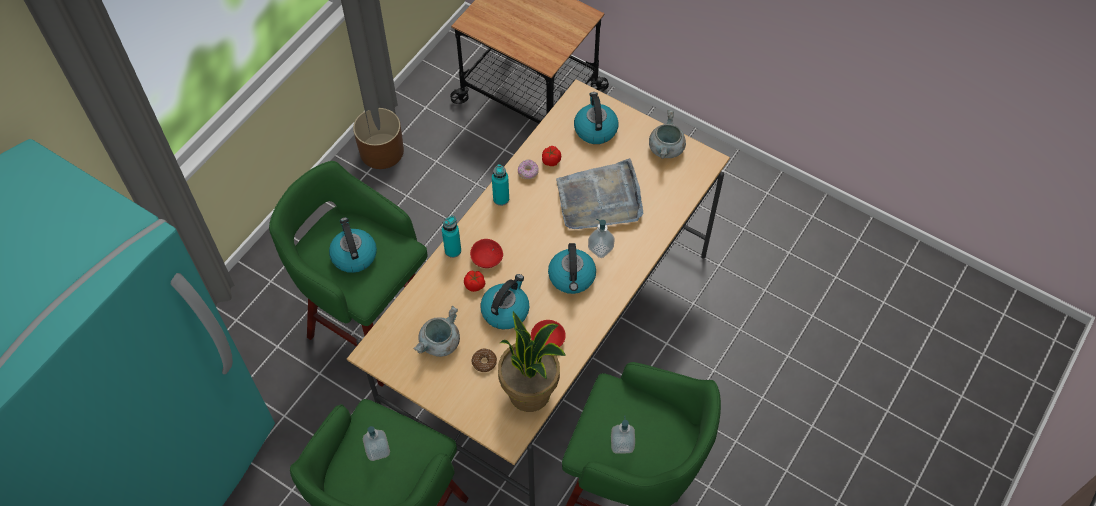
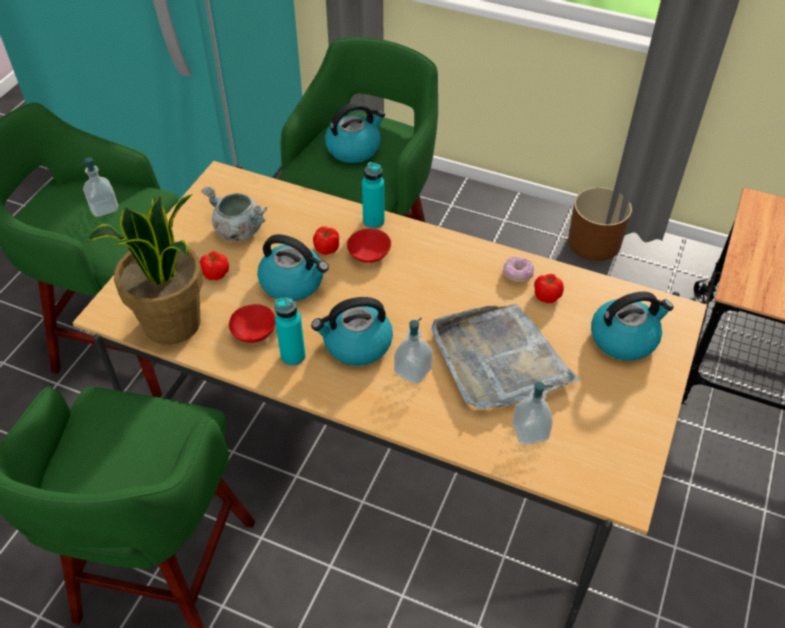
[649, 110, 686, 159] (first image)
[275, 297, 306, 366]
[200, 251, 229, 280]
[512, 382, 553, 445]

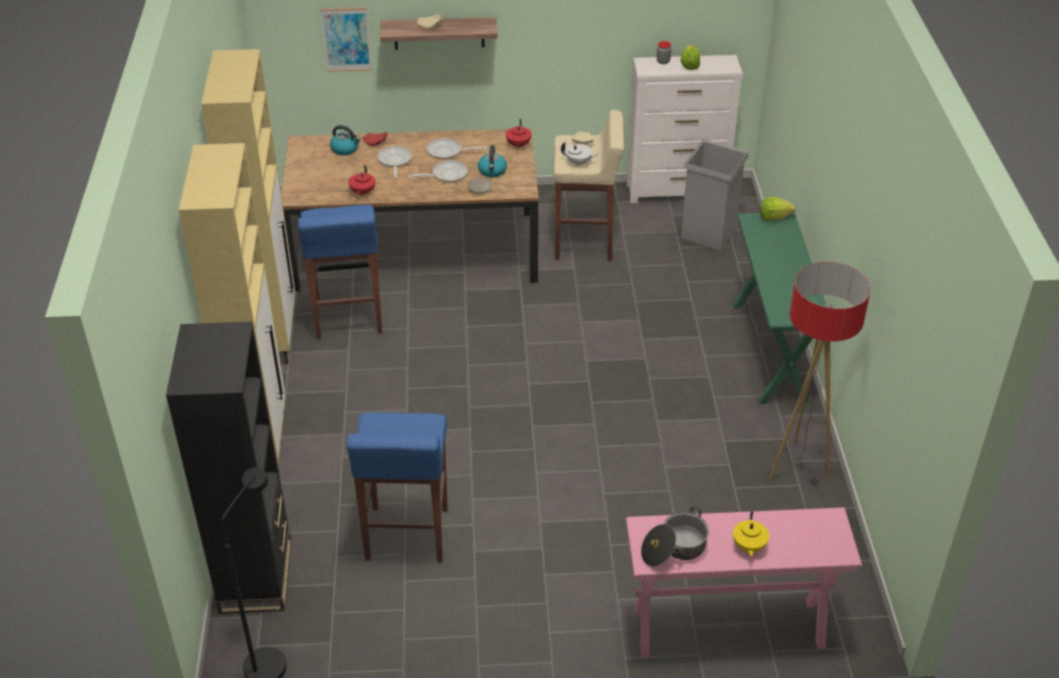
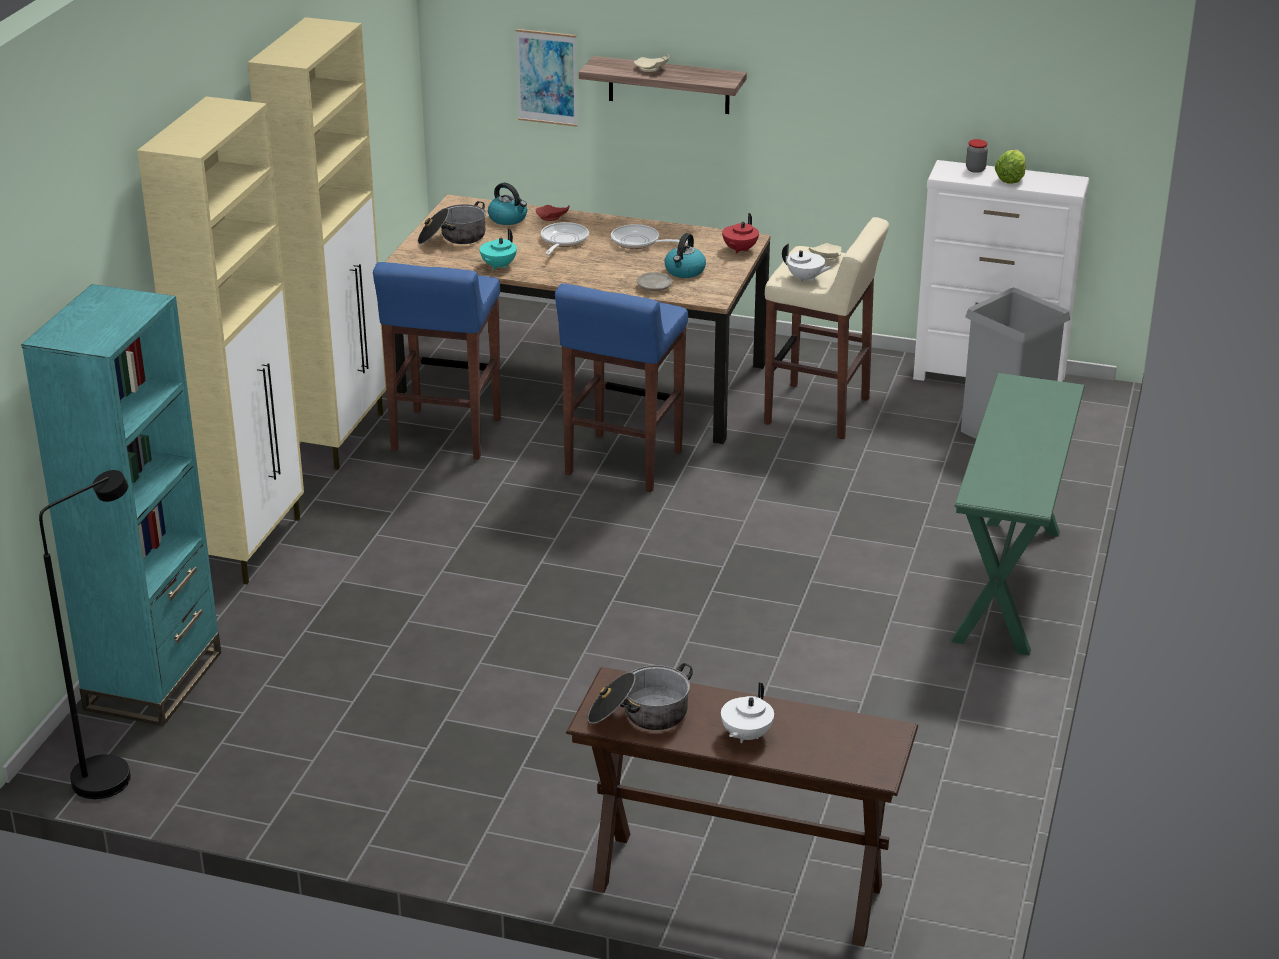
[408, 160, 468, 182] (first image)
[480, 229, 517, 270]
[760, 197, 796, 221] (first image)
[770, 262, 871, 485] (first image)
[21, 284, 221, 726]
[555, 284, 688, 492]
[566, 667, 918, 947]
[721, 682, 774, 743]
[418, 201, 486, 244]

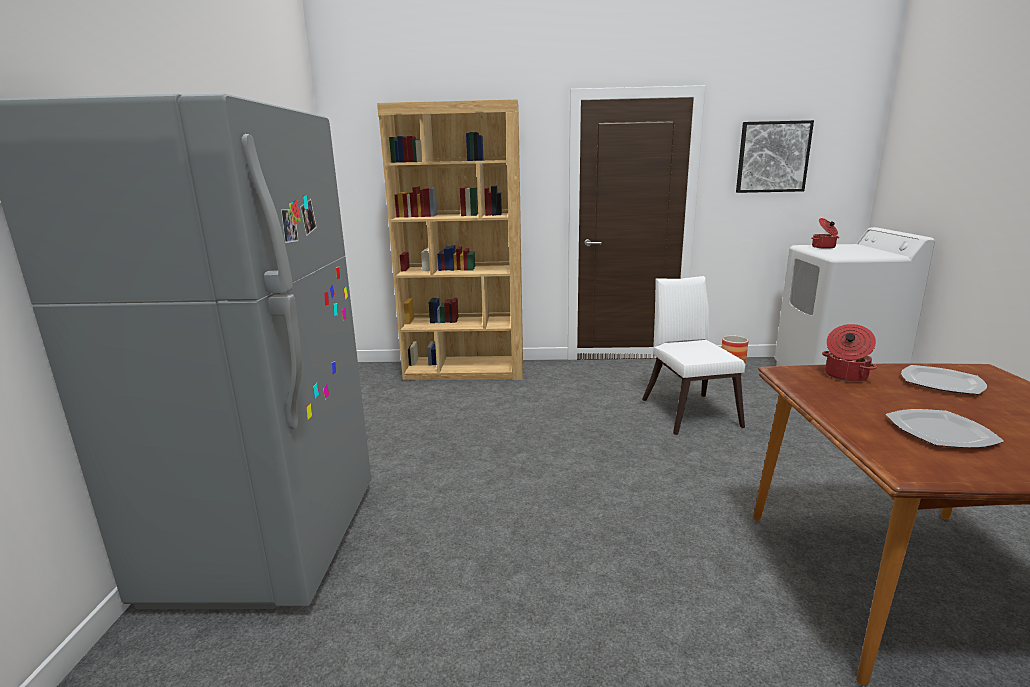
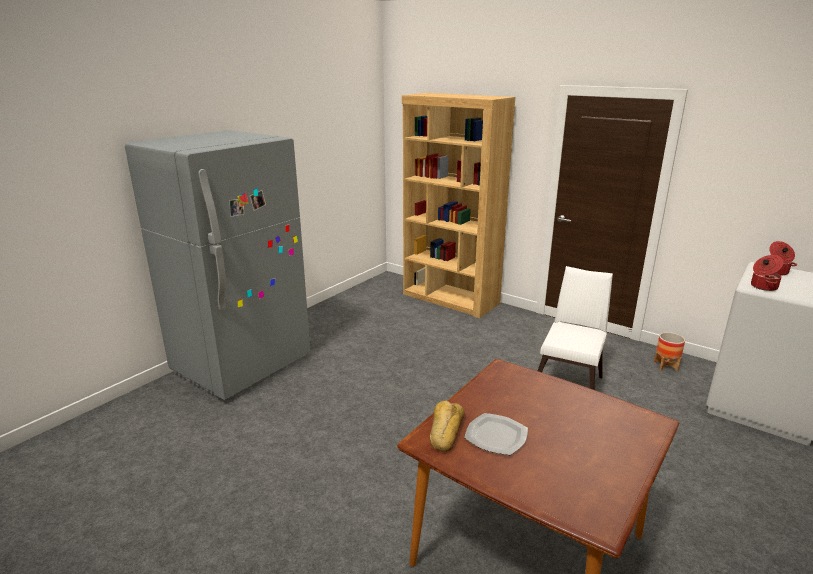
[736, 120, 814, 193] (first image)
[751, 255, 783, 291]
[901, 365, 987, 394] (first image)
[430, 400, 465, 452]

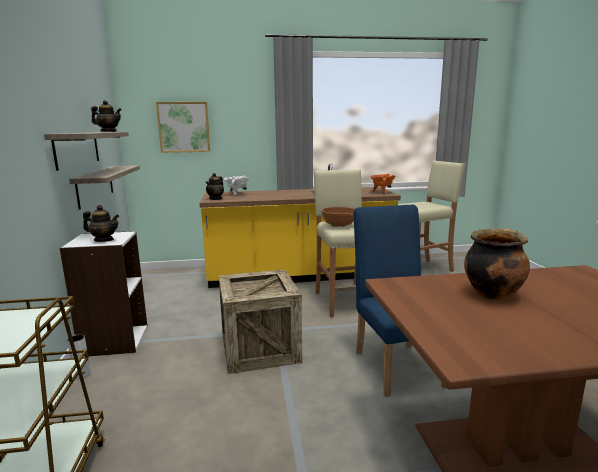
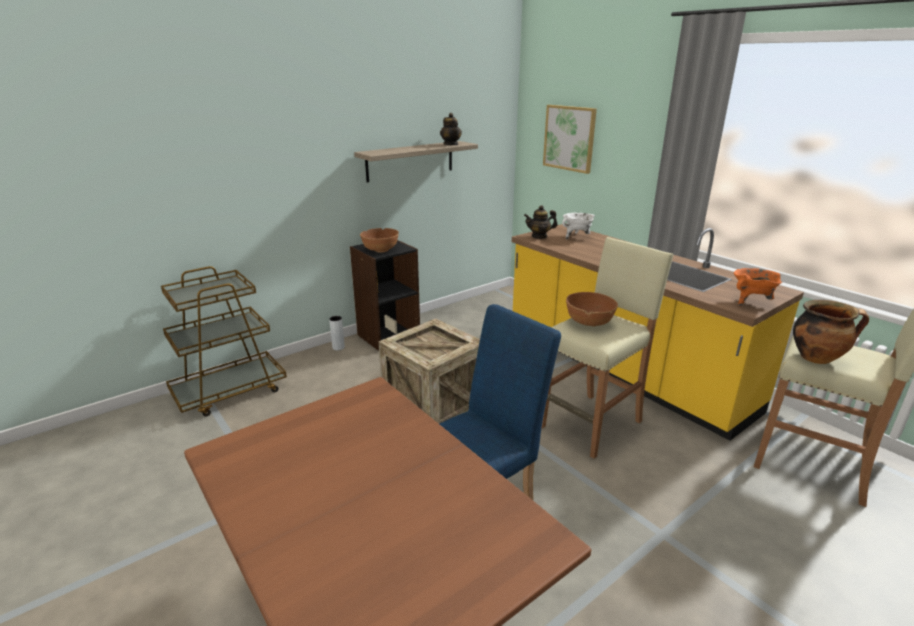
[69, 165, 140, 209] (first image)
[360, 228, 399, 253]
[793, 300, 869, 364]
[350, 240, 420, 351]

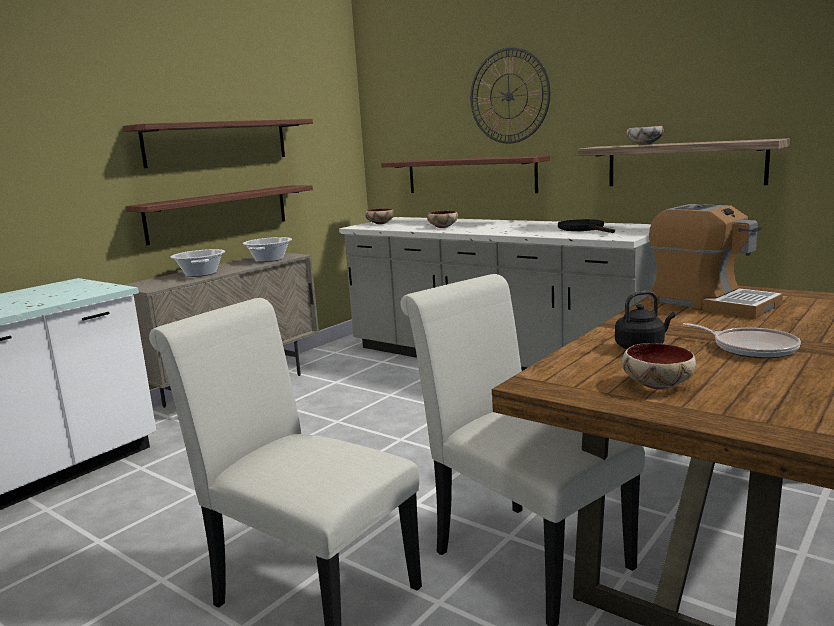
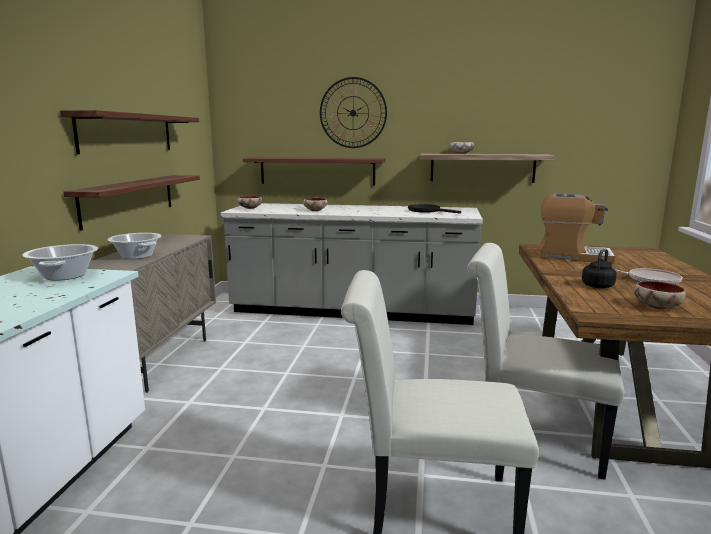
[23, 244, 98, 281]

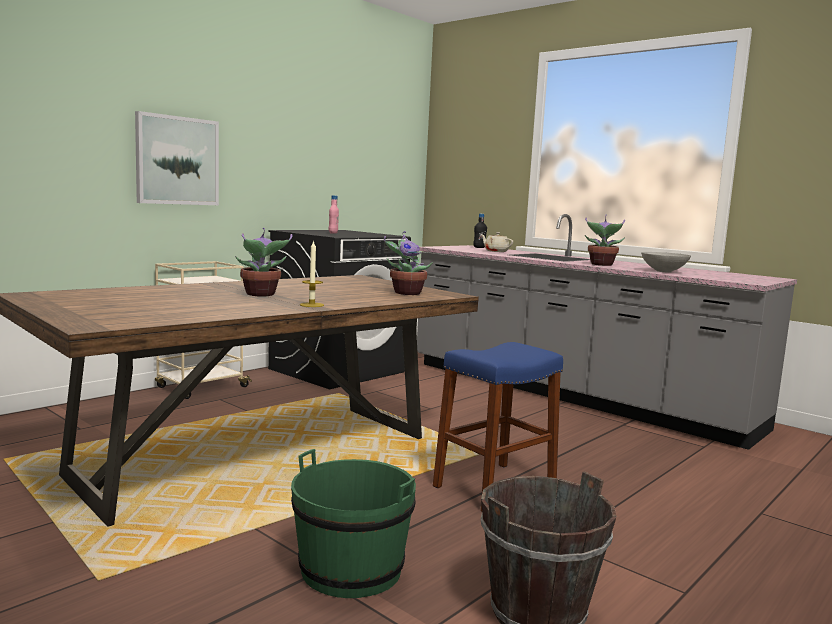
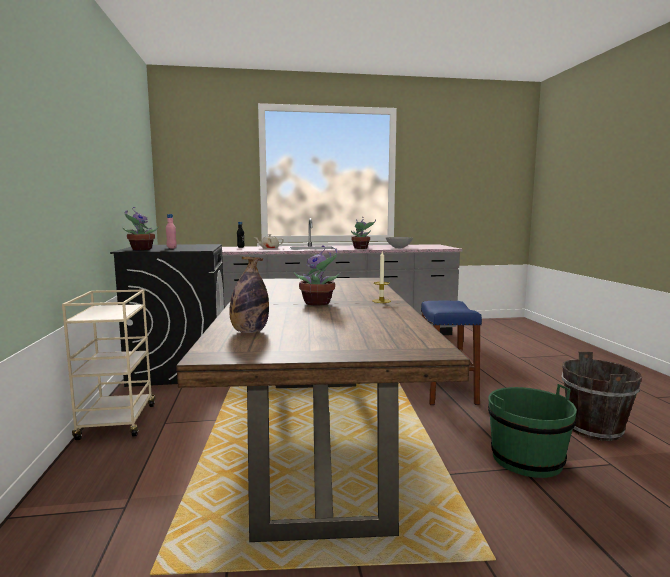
[135, 111, 219, 205] (first image)
[122, 207, 159, 250]
[229, 257, 269, 333]

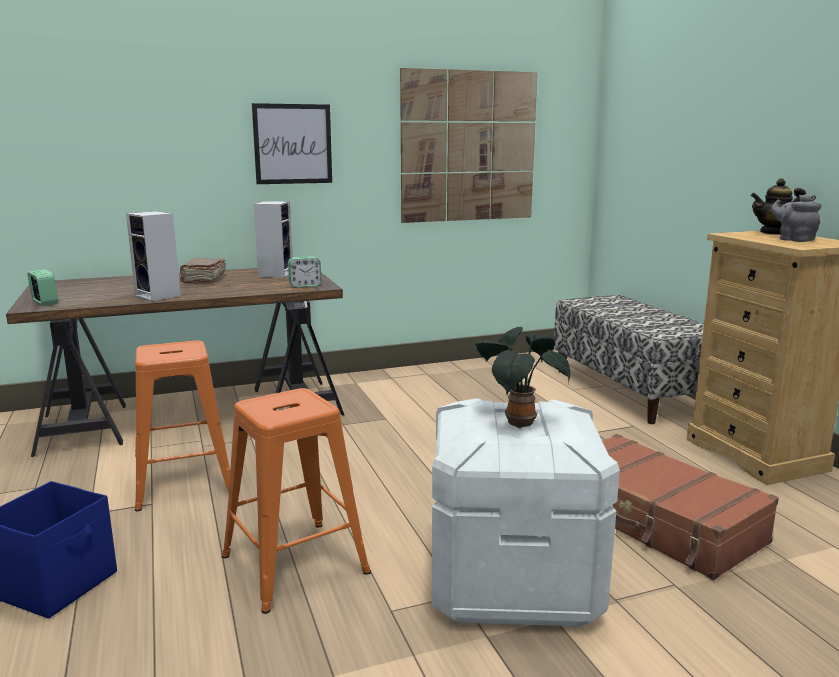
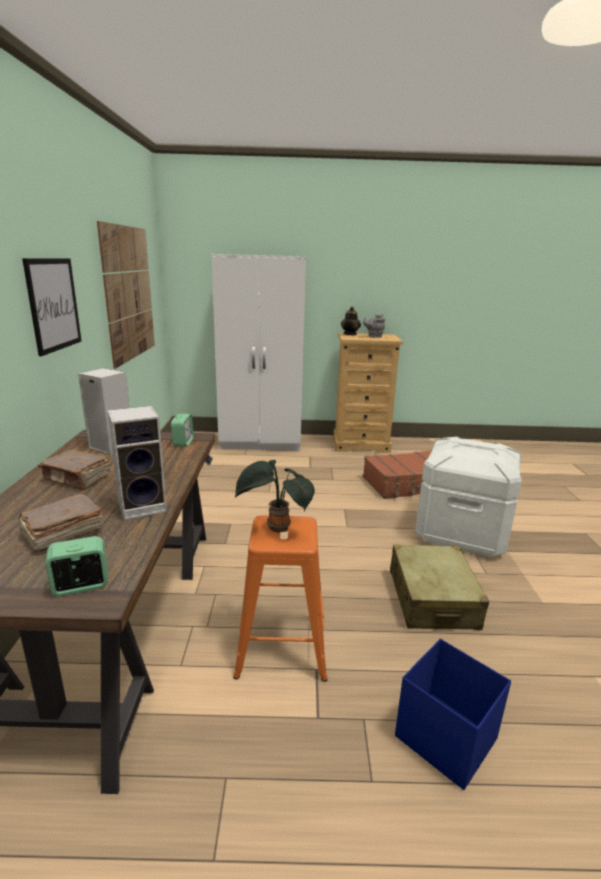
[211, 254, 306, 451]
[234, 460, 315, 532]
[390, 545, 489, 630]
[18, 494, 104, 554]

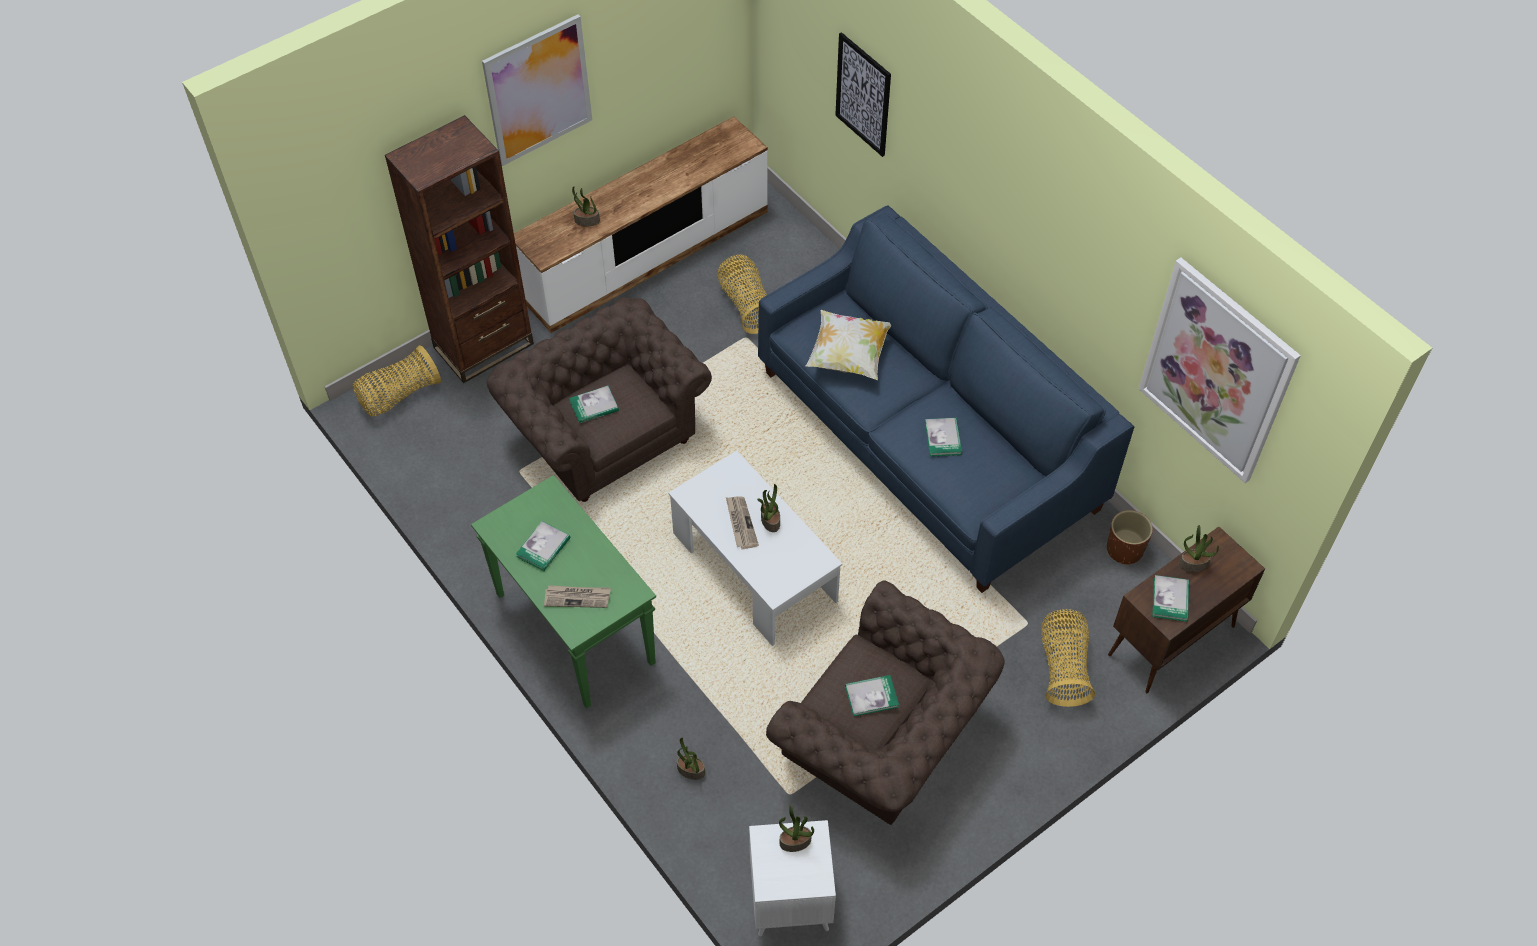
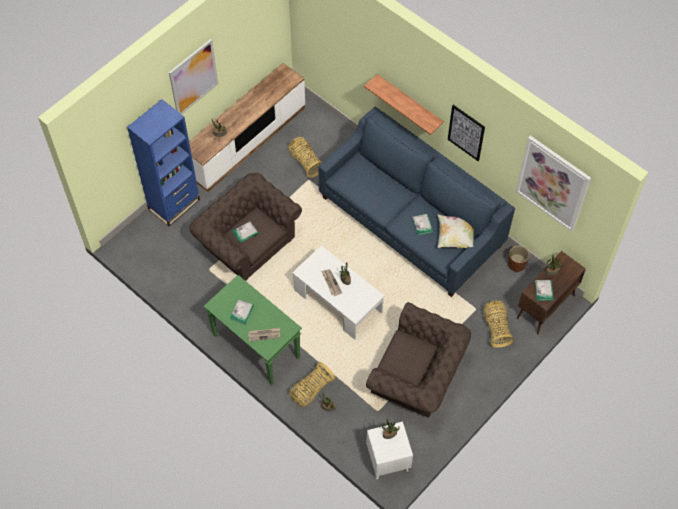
[448, 105, 485, 161]
[127, 99, 200, 226]
[437, 215, 474, 248]
[289, 362, 335, 407]
[845, 675, 899, 717] (first image)
[364, 74, 444, 135]

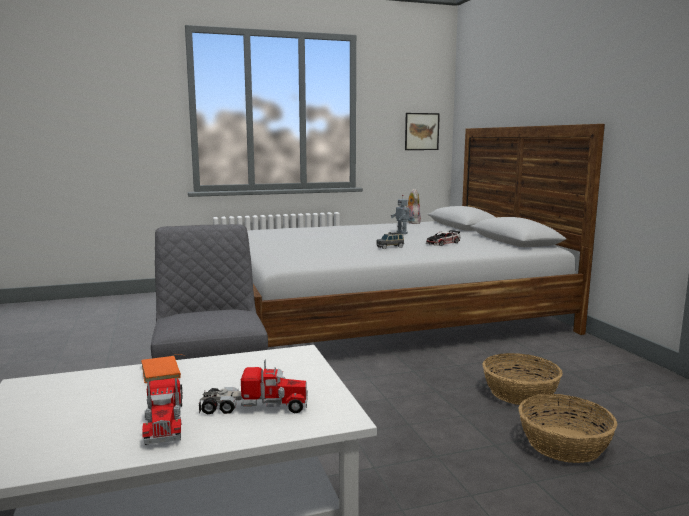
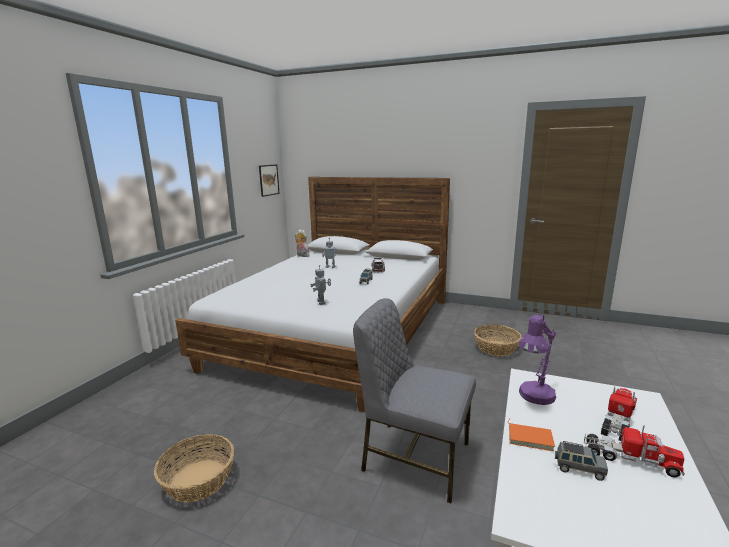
[154, 434, 234, 503]
[310, 265, 331, 305]
[518, 315, 556, 405]
[555, 441, 608, 481]

